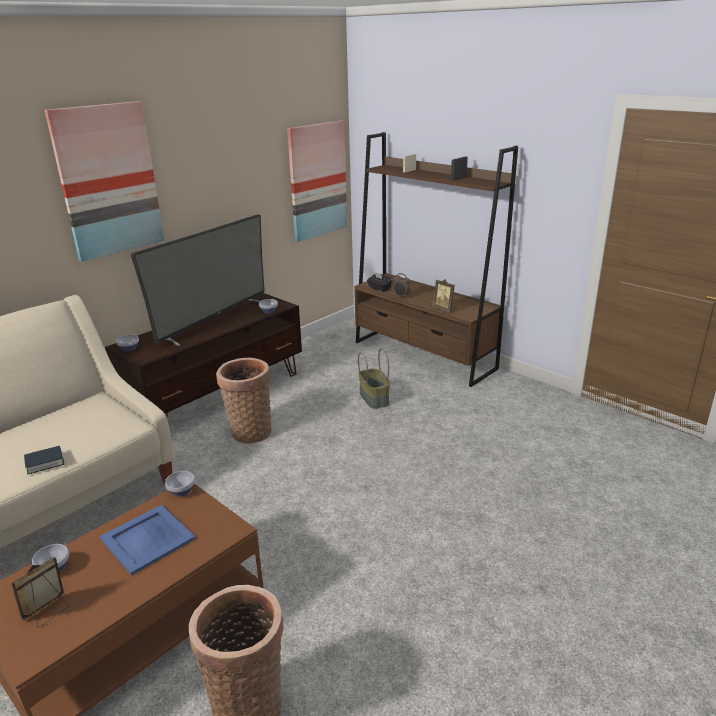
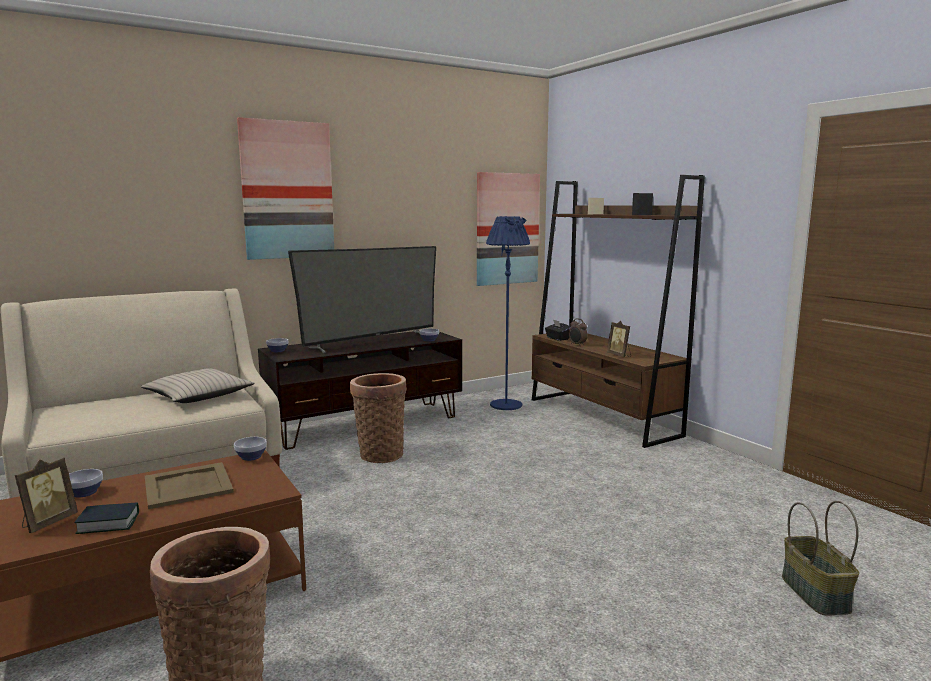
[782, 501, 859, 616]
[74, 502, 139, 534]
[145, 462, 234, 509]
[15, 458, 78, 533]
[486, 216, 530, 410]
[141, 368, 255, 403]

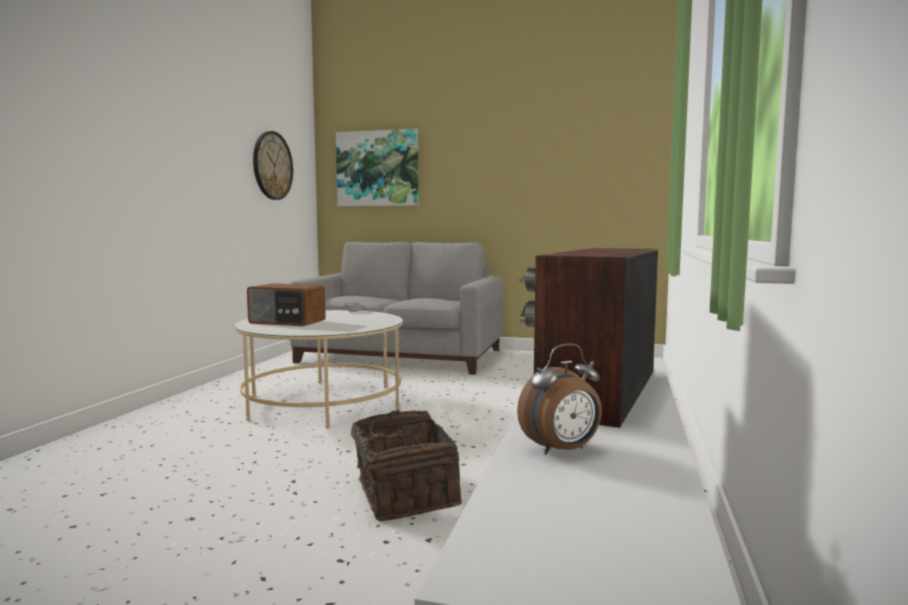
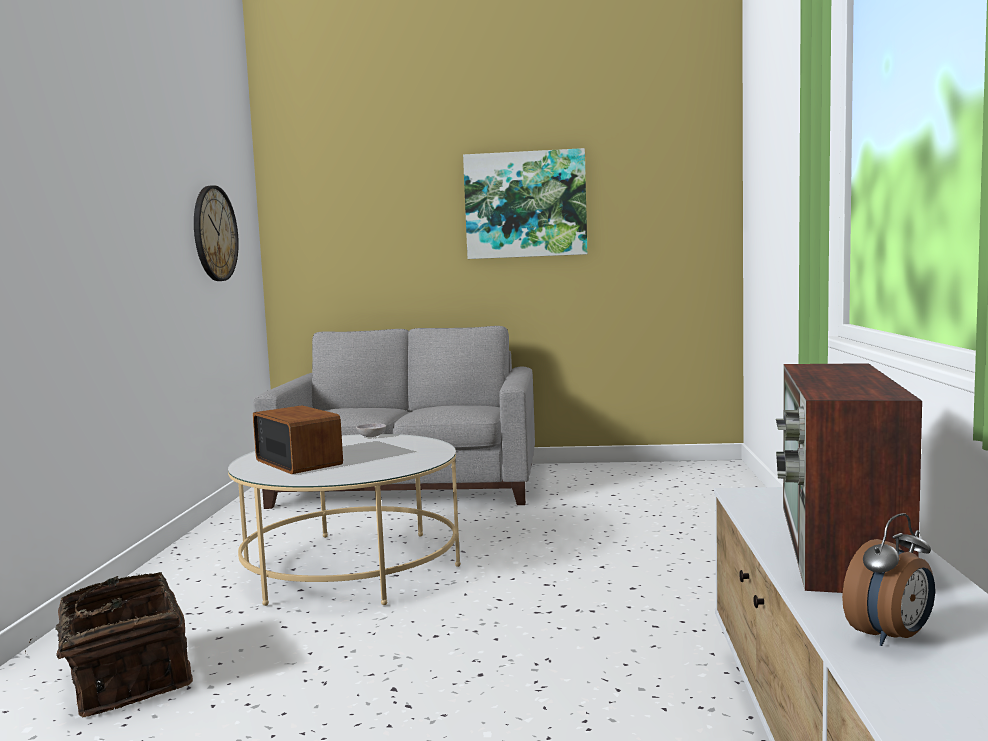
[463, 148, 587, 259]
[253, 405, 343, 474]
[25, 572, 193, 717]

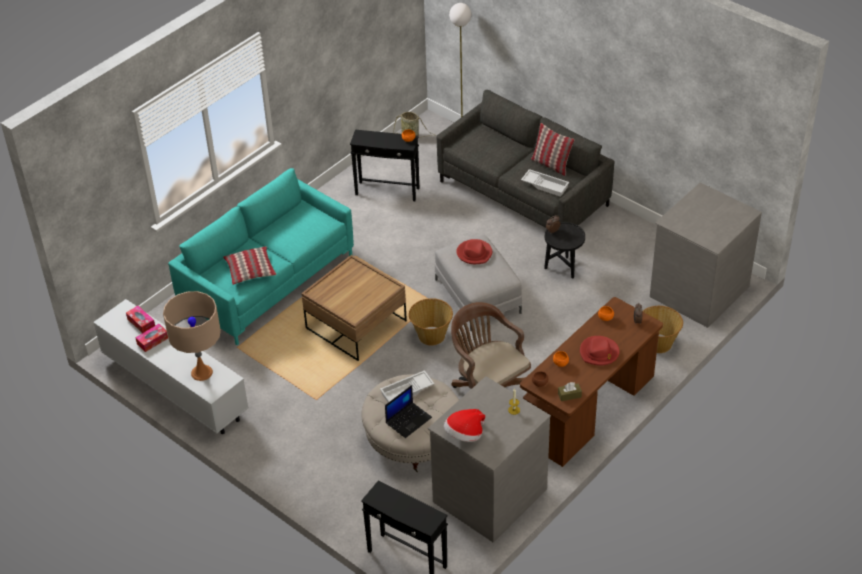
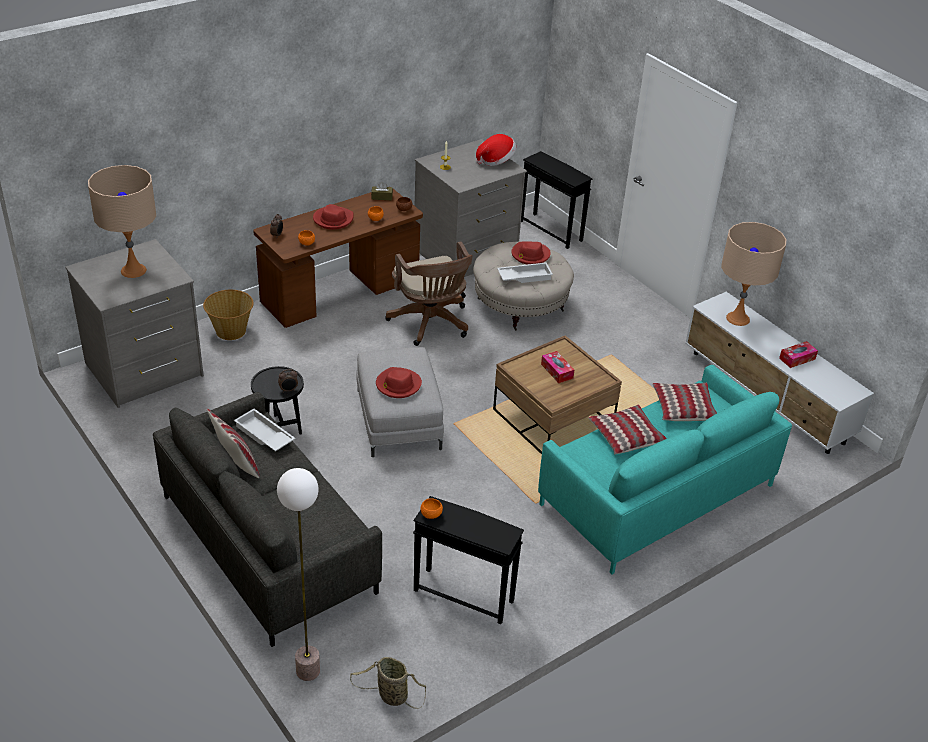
[409, 298, 453, 346] (first image)
[541, 351, 574, 383]
[511, 241, 551, 265]
[88, 165, 156, 278]
[588, 405, 667, 454]

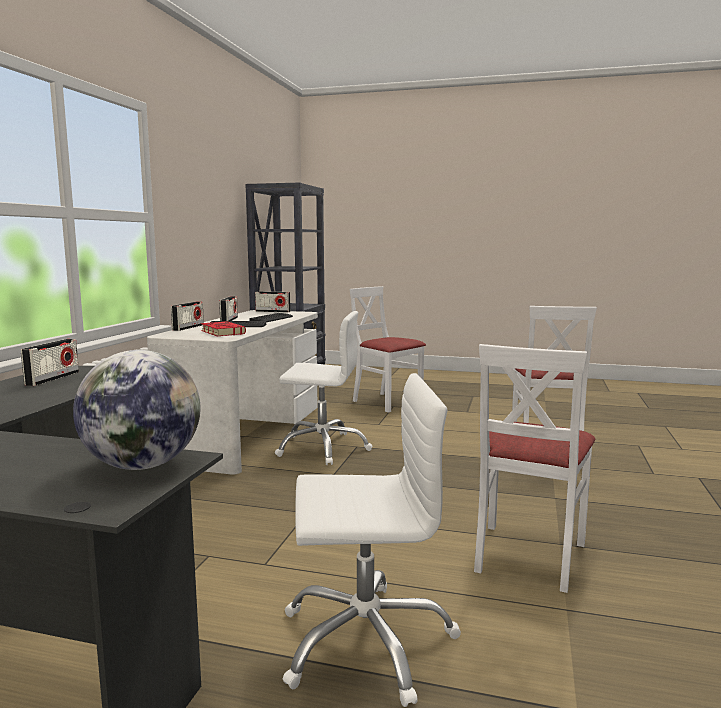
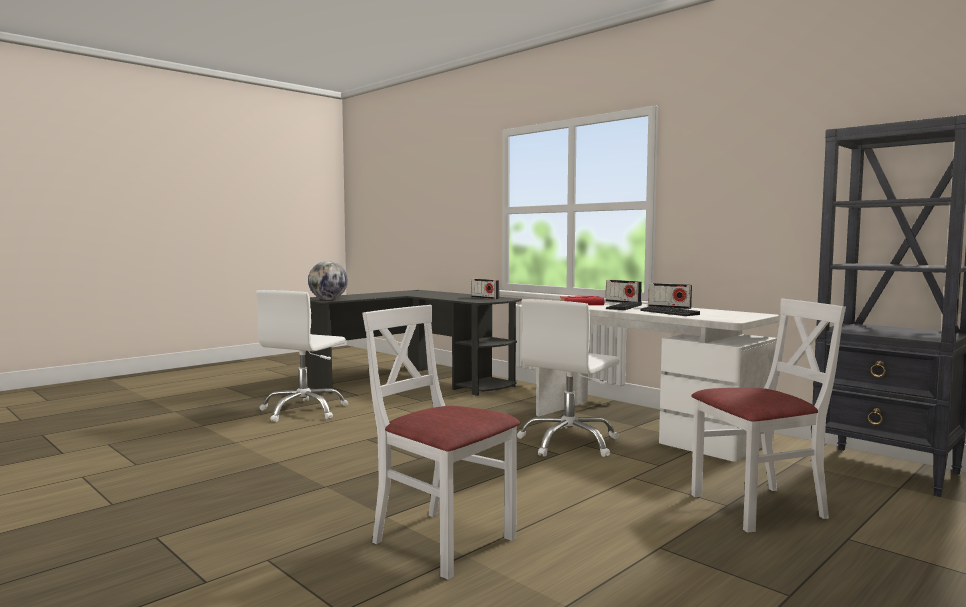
[255, 291, 290, 312] (first image)
[474, 344, 595, 593] (first image)

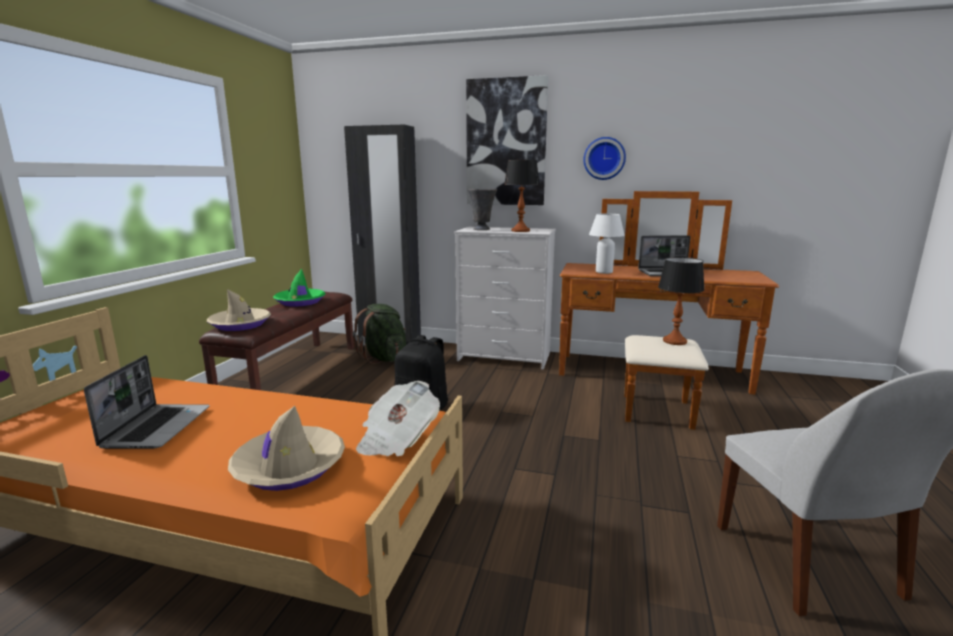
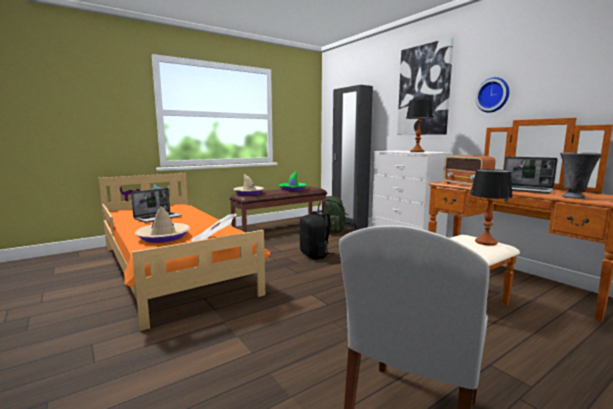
[560, 152, 602, 199]
[443, 155, 495, 185]

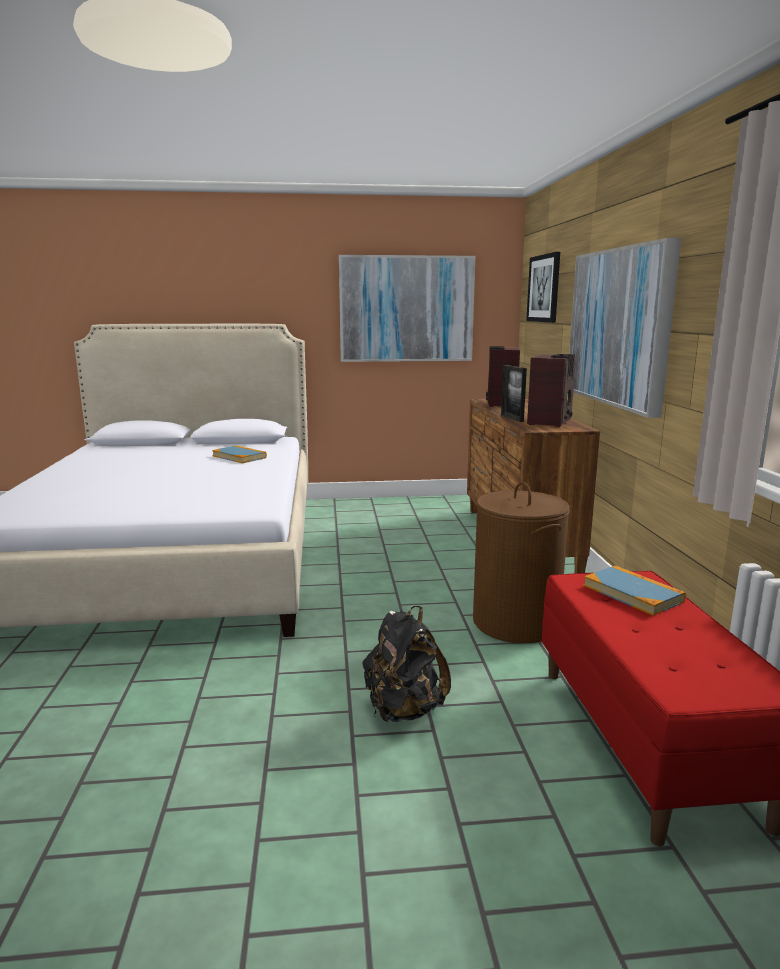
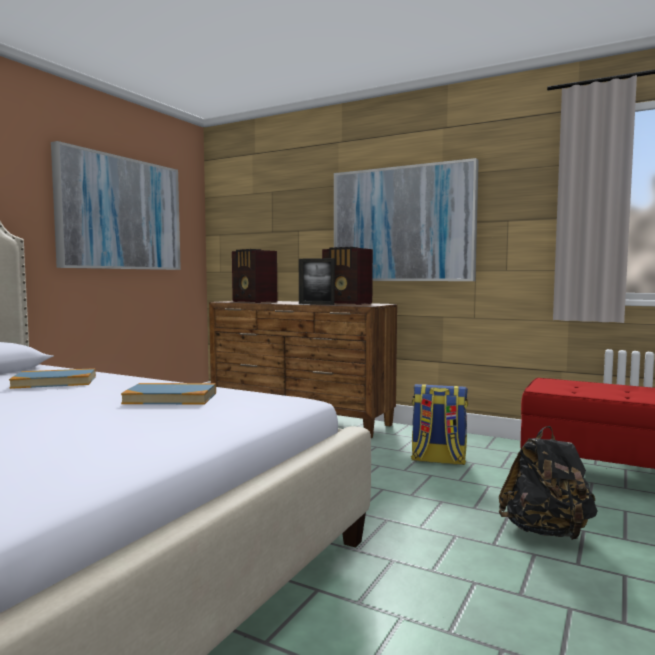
[526, 252, 560, 323] (first image)
[322, 247, 373, 305]
[411, 384, 468, 465]
[121, 383, 216, 404]

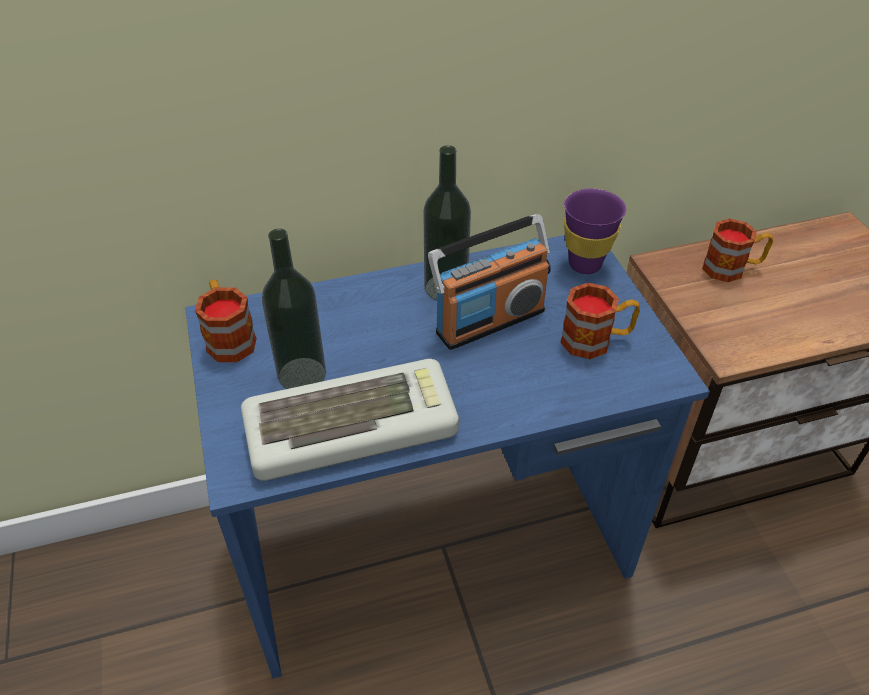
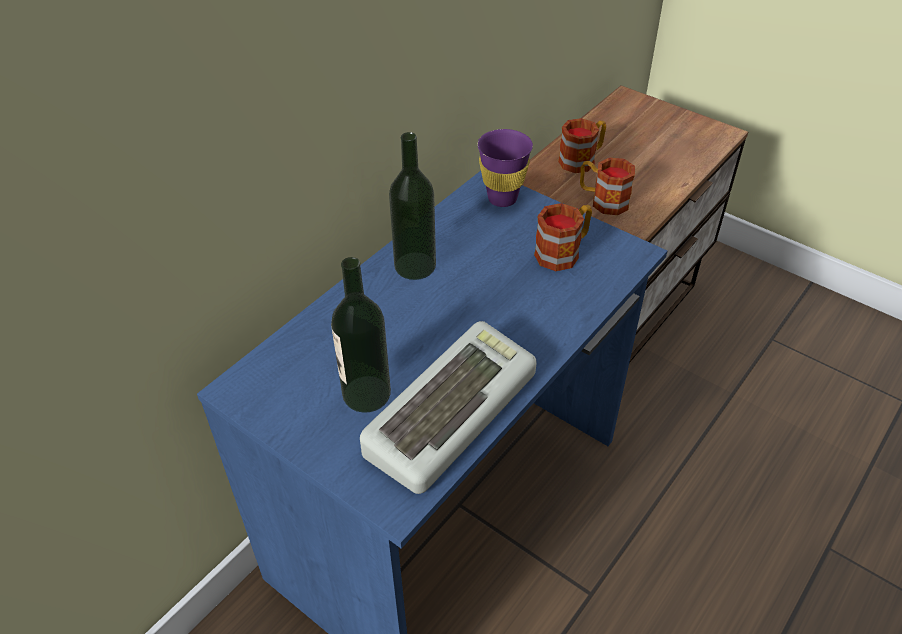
[428, 214, 551, 350] (first image)
[580, 158, 635, 215]

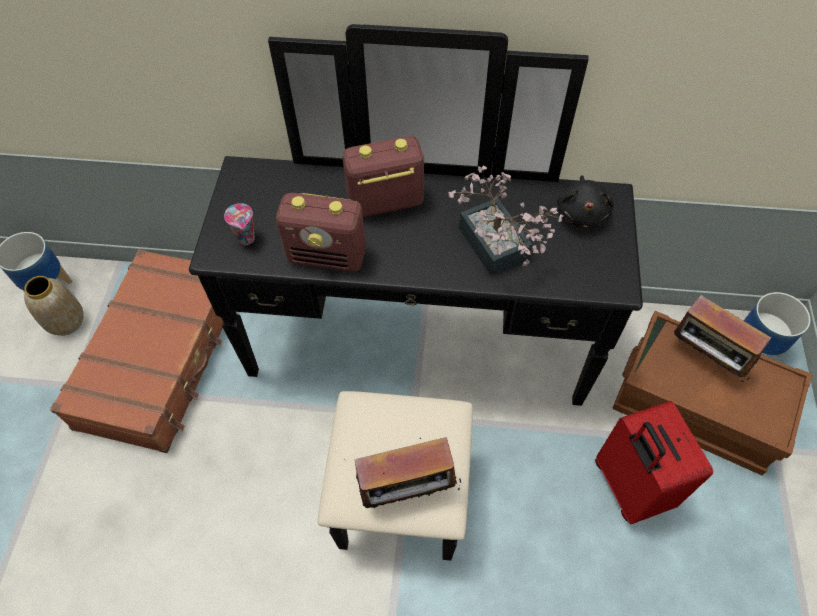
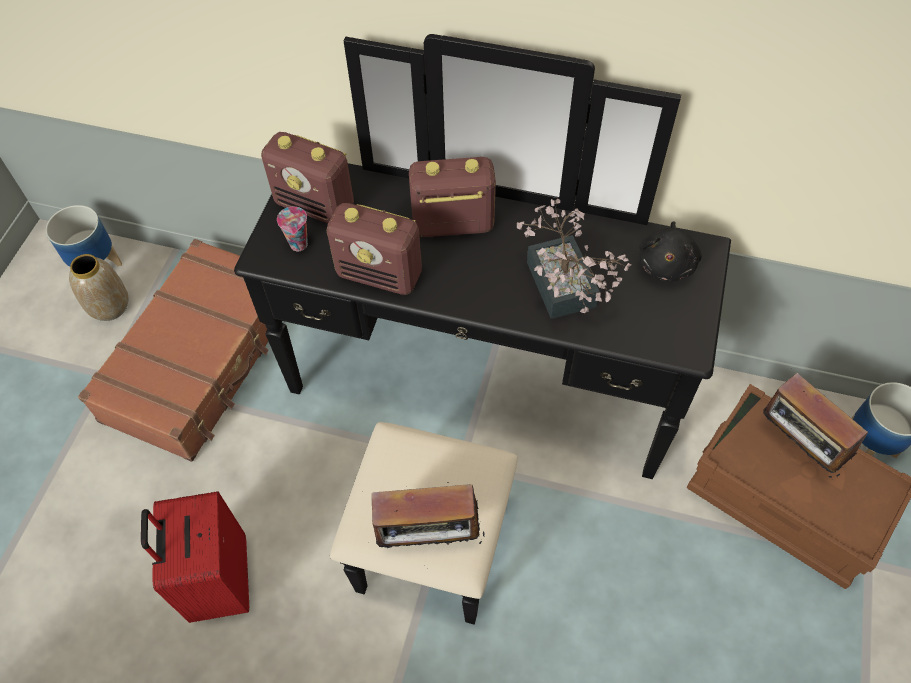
[141, 491, 249, 623]
[261, 132, 354, 223]

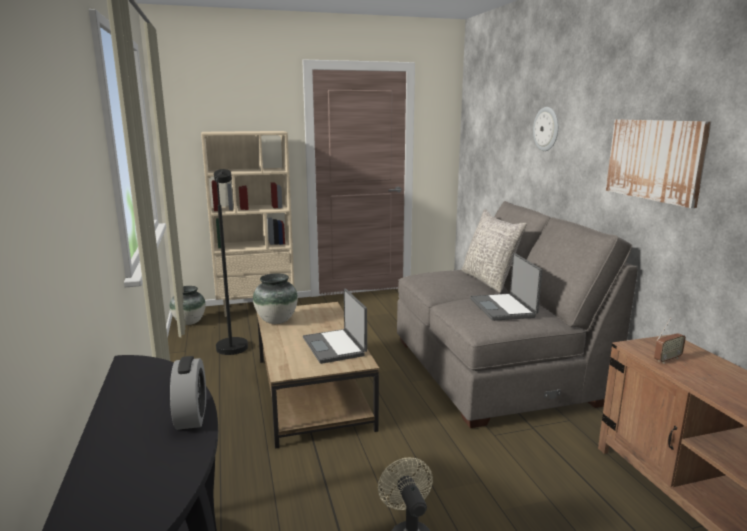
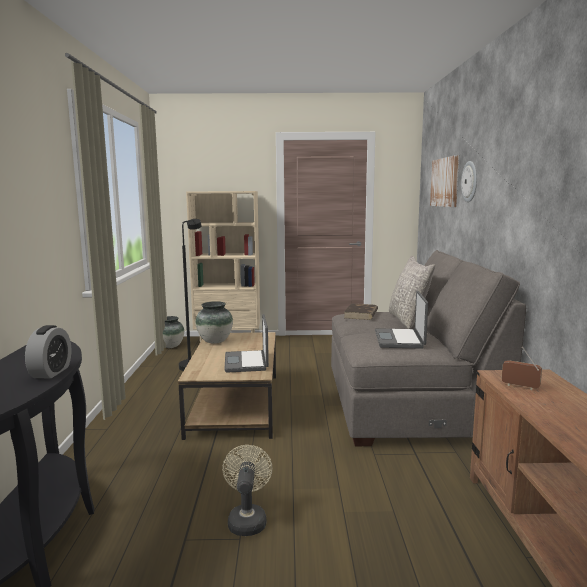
[430, 155, 459, 207]
[502, 347, 542, 390]
[344, 303, 378, 320]

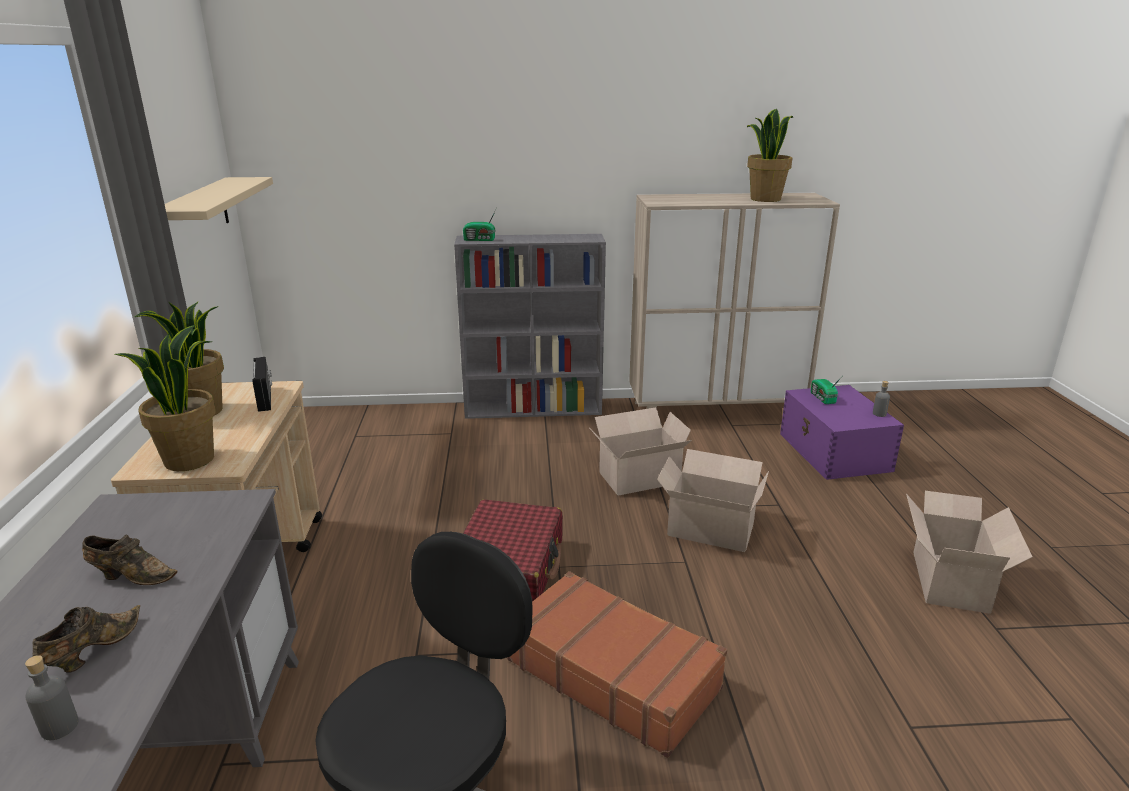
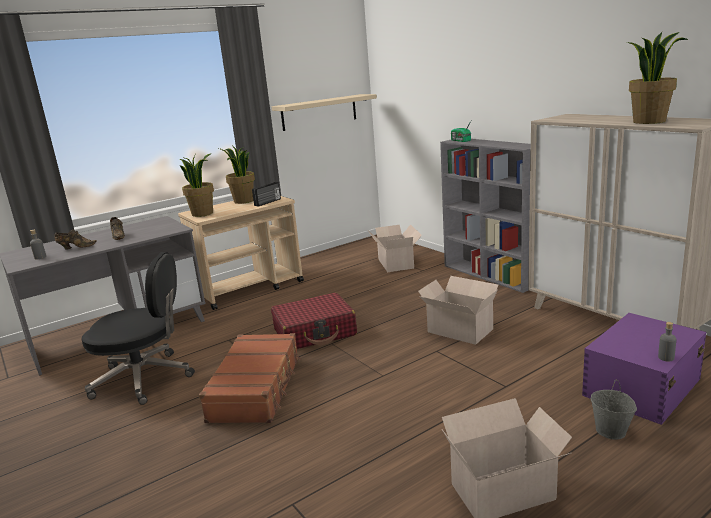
[811, 377, 842, 404] (first image)
[368, 224, 422, 272]
[591, 380, 637, 440]

